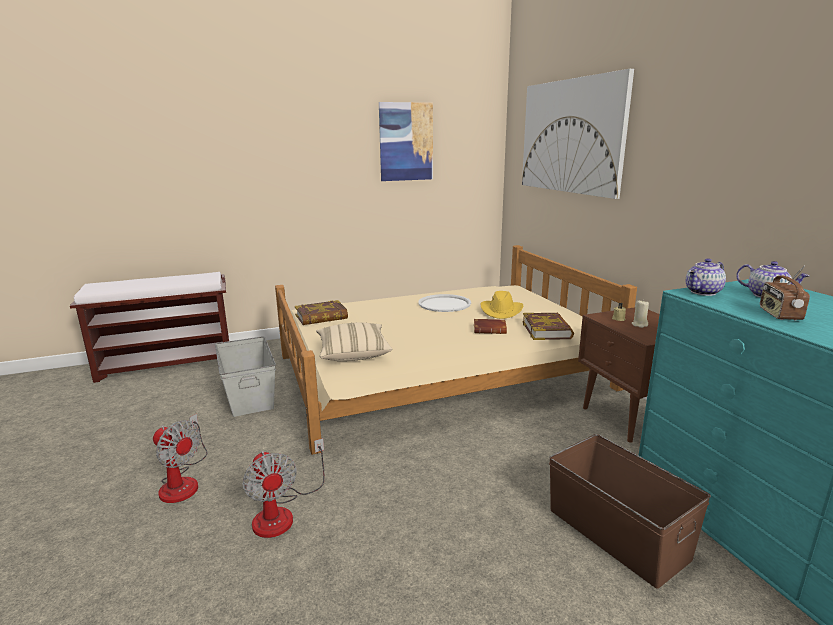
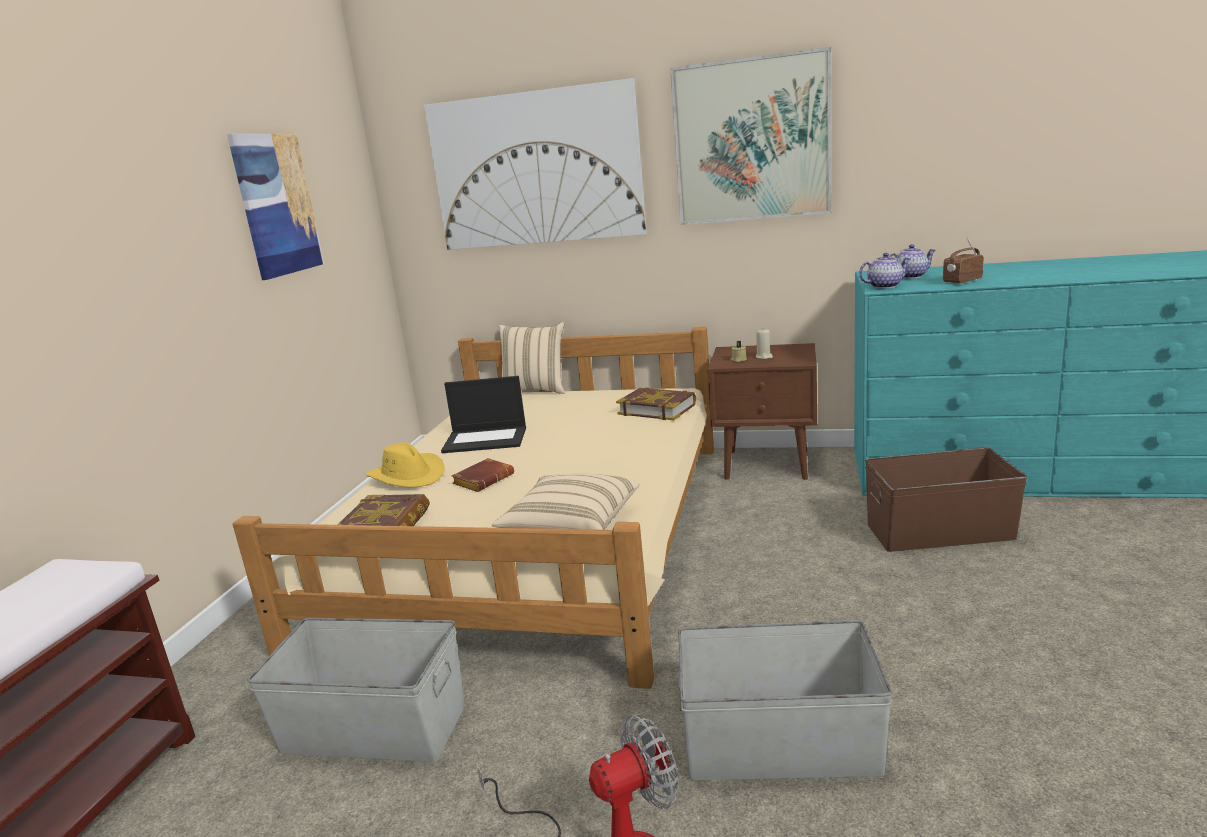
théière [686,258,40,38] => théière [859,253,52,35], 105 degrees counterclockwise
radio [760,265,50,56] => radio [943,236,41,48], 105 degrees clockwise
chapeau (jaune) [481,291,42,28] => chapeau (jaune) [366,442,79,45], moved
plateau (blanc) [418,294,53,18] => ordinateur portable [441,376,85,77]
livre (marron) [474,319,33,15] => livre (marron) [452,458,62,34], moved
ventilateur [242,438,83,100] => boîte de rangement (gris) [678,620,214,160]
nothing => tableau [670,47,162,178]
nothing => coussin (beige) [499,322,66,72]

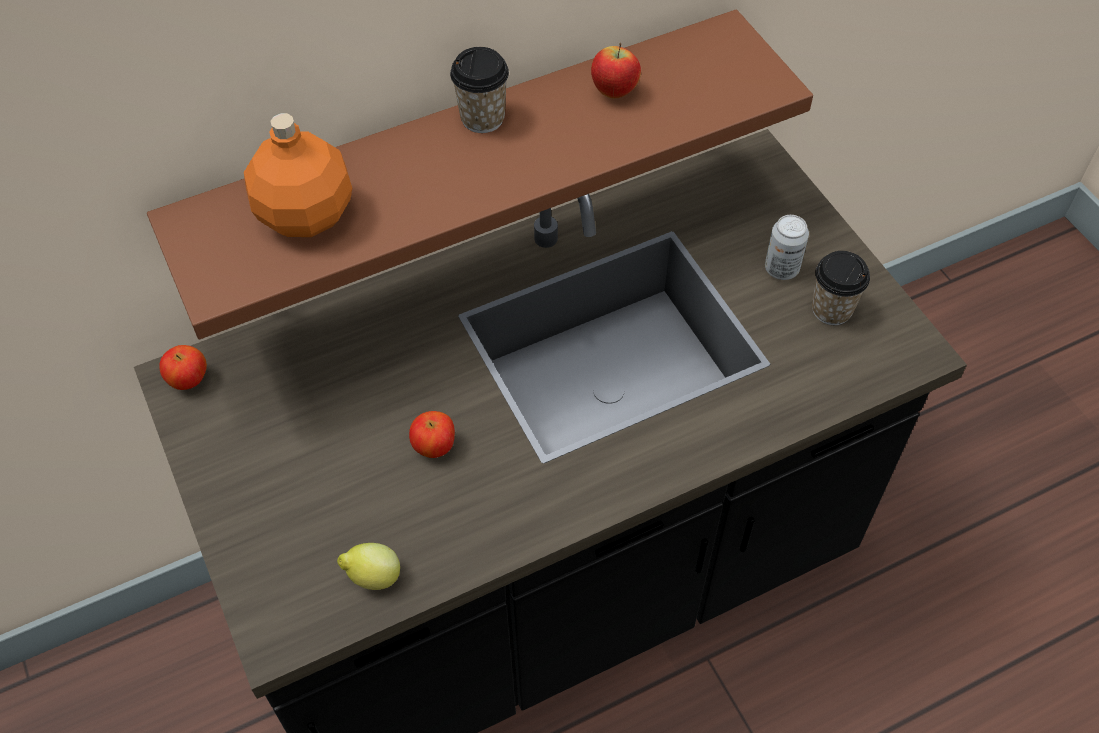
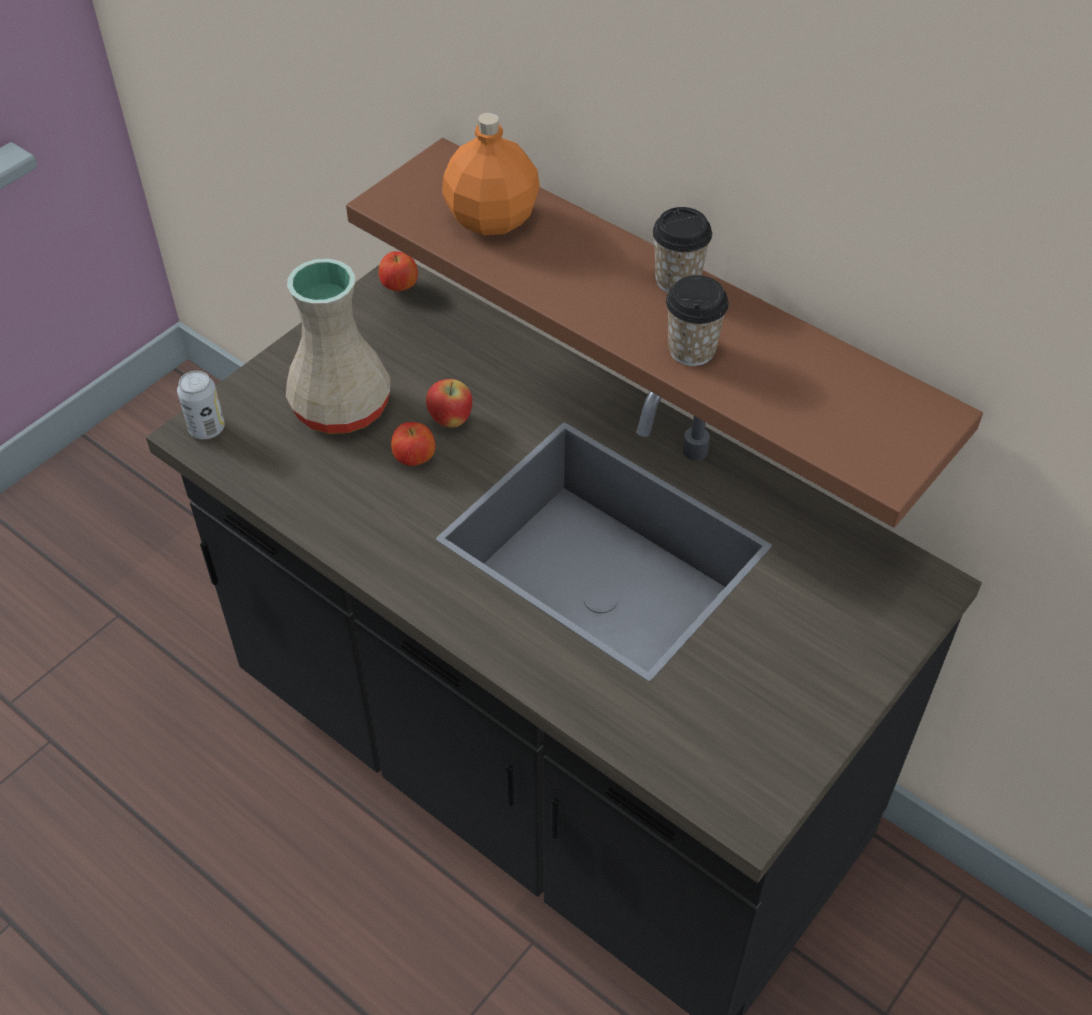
pomme [591,43,50,55] => pomme [426,379,46,49], moved
boîte métallique [765,215,44,65] => boîte métallique [177,371,48,68], moved
tasse [812,251,58,74] => tasse [666,275,63,91], moved
citron [337,543,63,47] => nothing
nothing => vase (beige) [286,259,104,175]

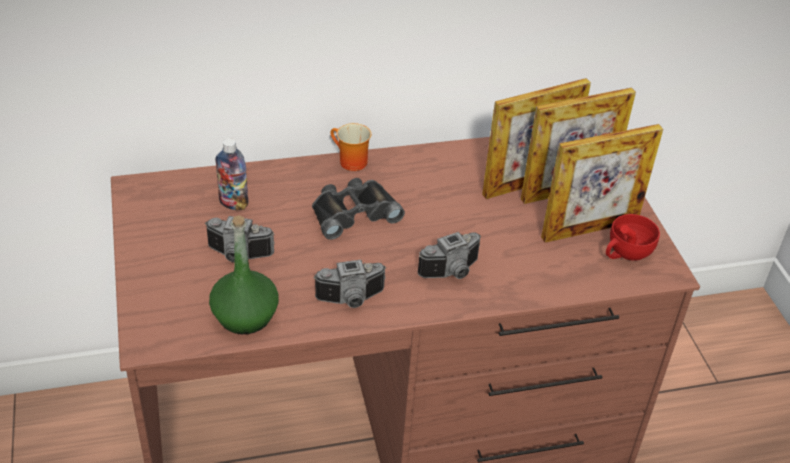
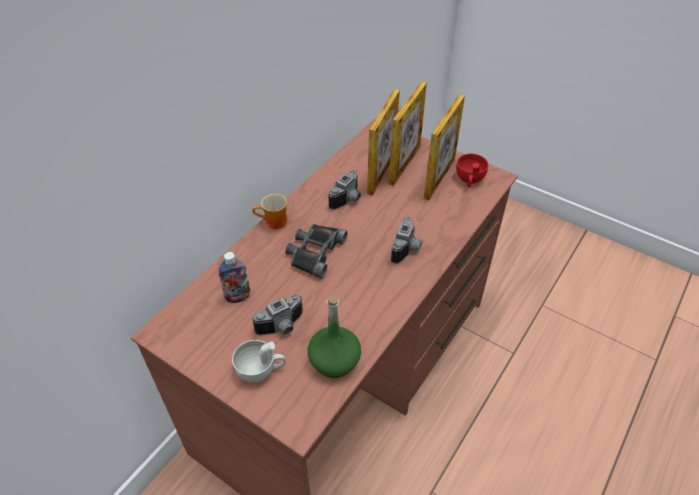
appareil photo [314,260,72,48] => appareil photo [328,170,33,40], moved
nothing => tasse (blanc) [232,340,54,42]

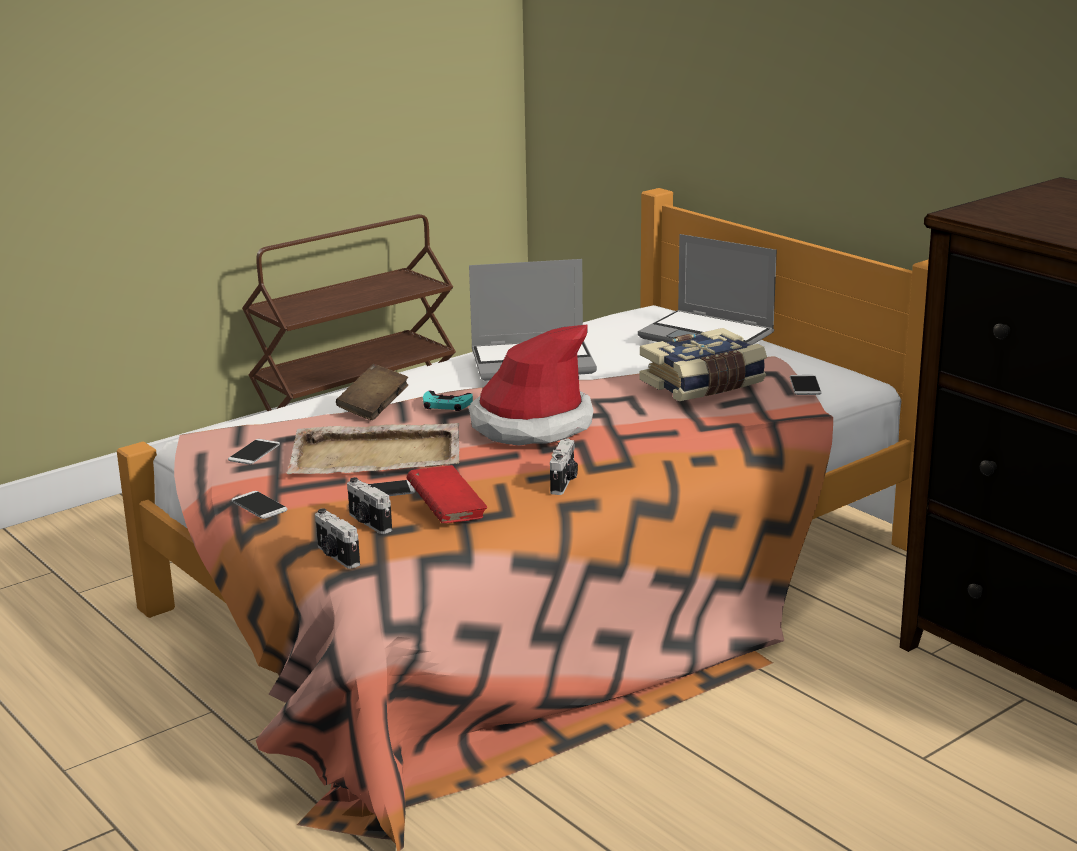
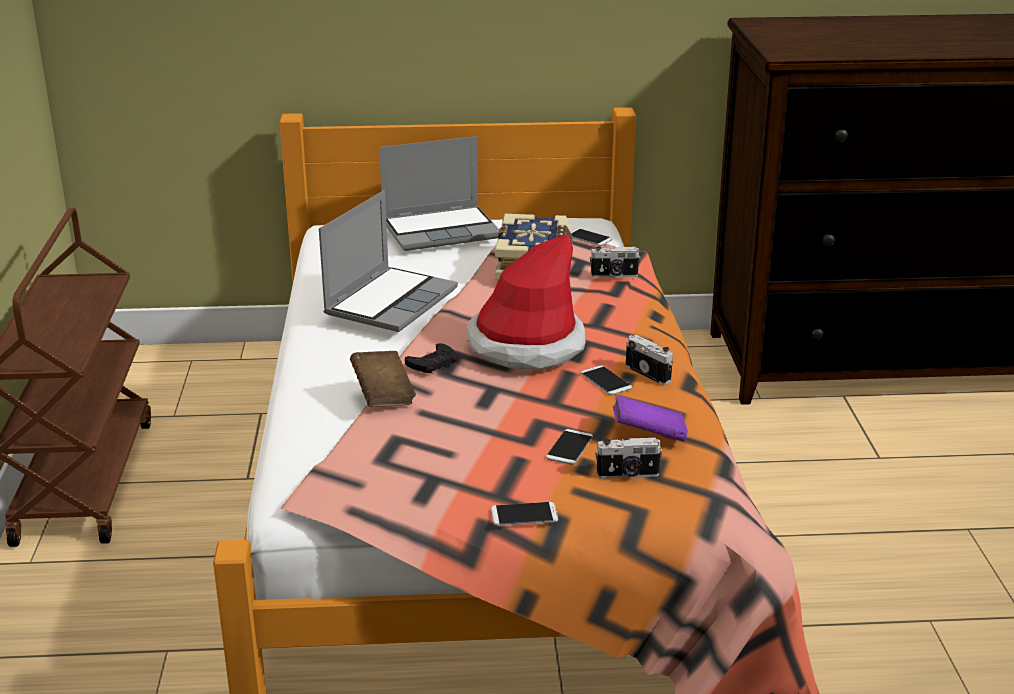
manette (turquoise) [423,391,50,20] => manette (noir) [405,343,53,30]
plateau (beige) [286,423,174,51] => nothing
téléphone [228,439,52,25] => téléphone [581,365,51,30], moved
livre (rouge) [407,465,80,58] => livre (violet) [613,395,75,47]
appareil photo [315,508,45,61] => appareil photo [590,246,51,31], moved

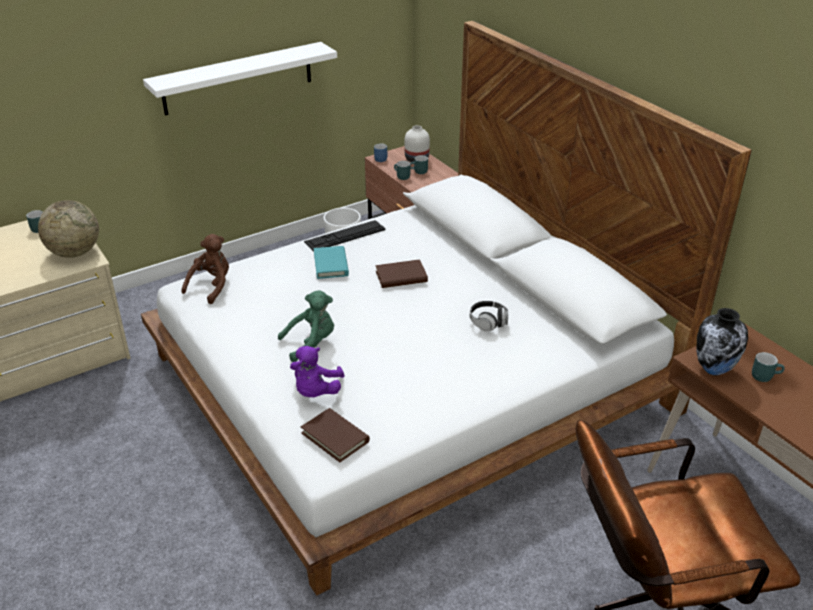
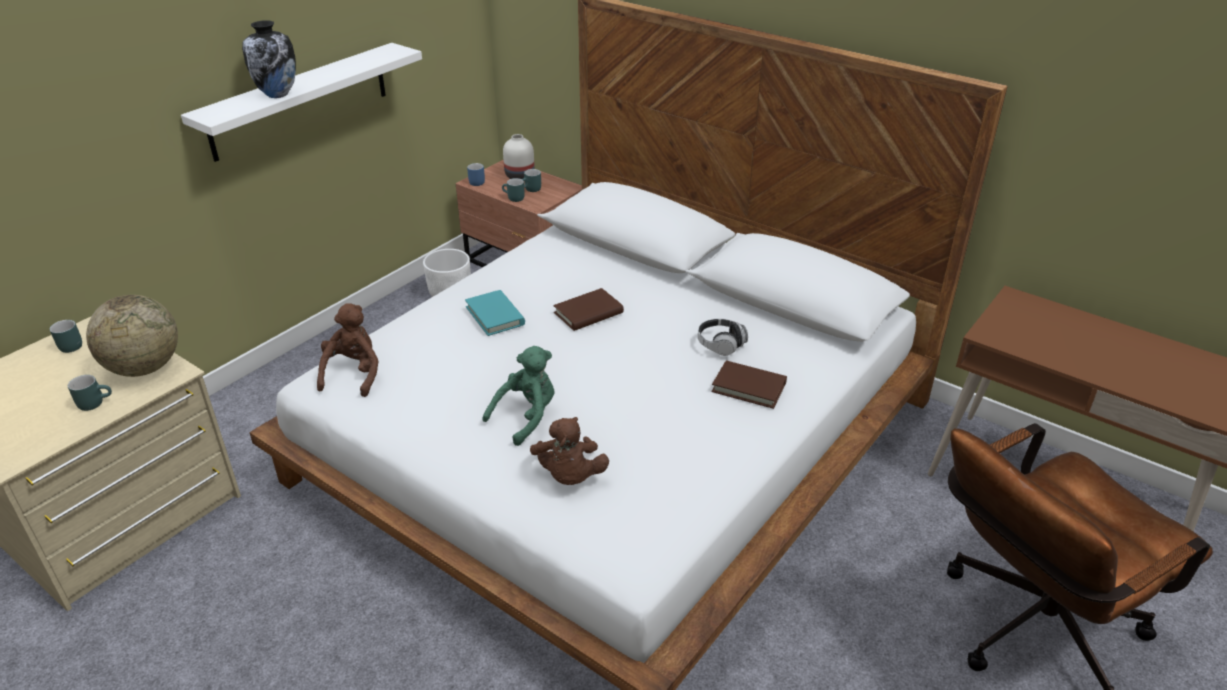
clavier [304,220,82,32] => nothing
vase [697,308,51,68] => vase [242,20,54,78], moved
peluche (violet) [290,346,55,51] => peluche (marron) [530,417,79,68]
mug (turquoise) [752,352,33,30] => mug (turquoise) [68,375,44,36], moved
livre (marron) [301,408,69,54] => livre (marron) [711,361,76,48], moved

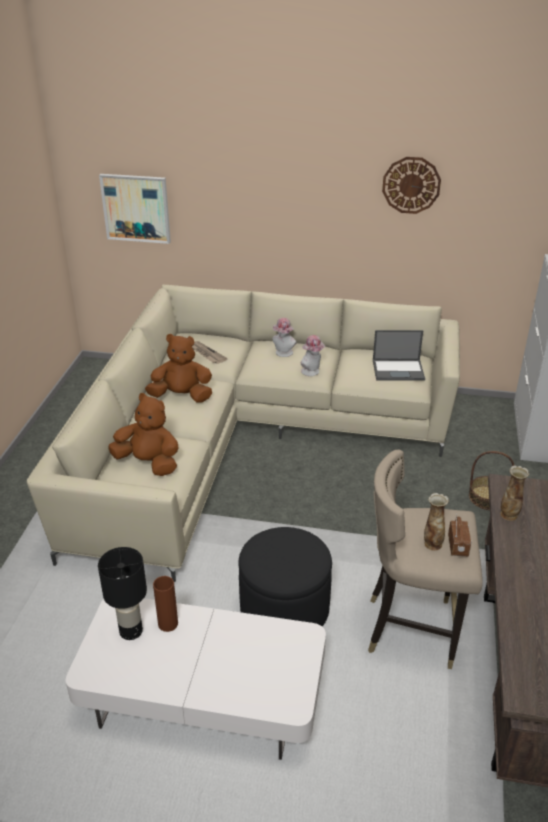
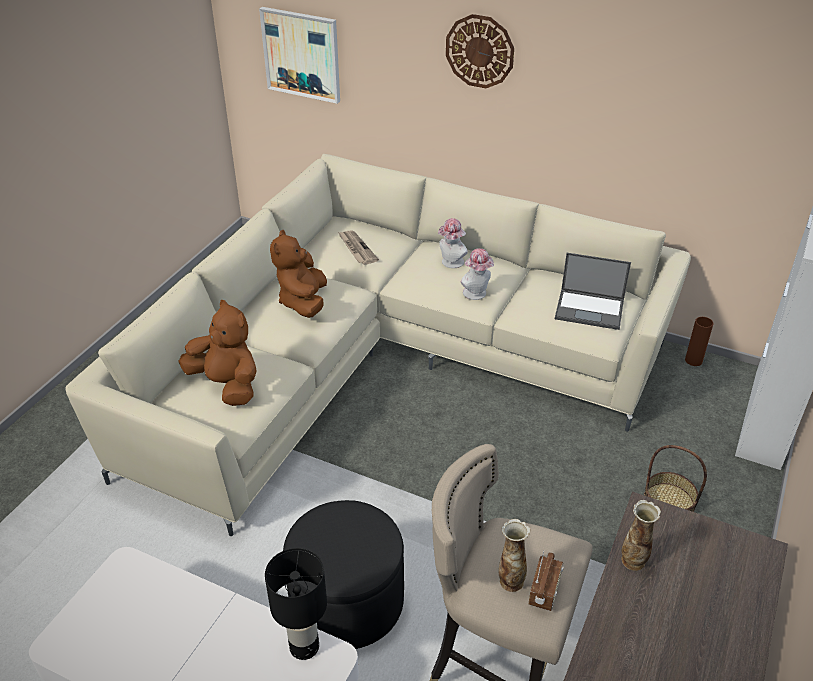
horloge murale [382,157,59,57] => horloge murale [446,14,68,74], moved
peluche (marron) [145,334,67,68] => peluche (marron) [270,230,57,88], 105 degrees counterclockwise
lampe de table (noir) [98,547,49,93] => lampe de table (noir) [265,548,62,112], moved
vase (marron) [153,576,25,56] => vase (marron) [685,317,28,49], moved

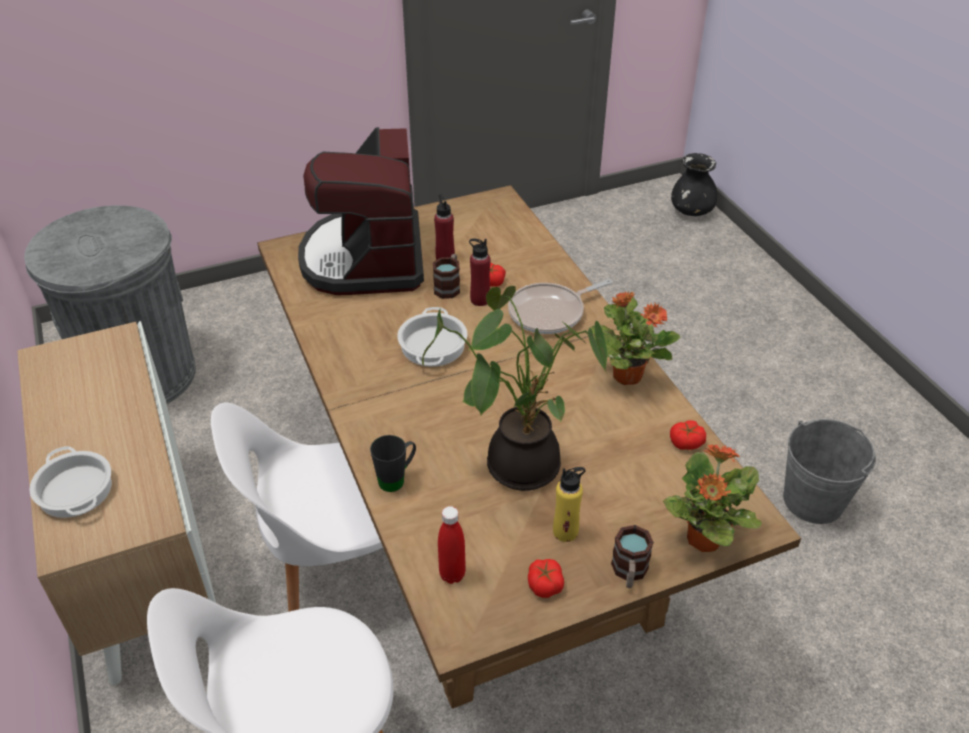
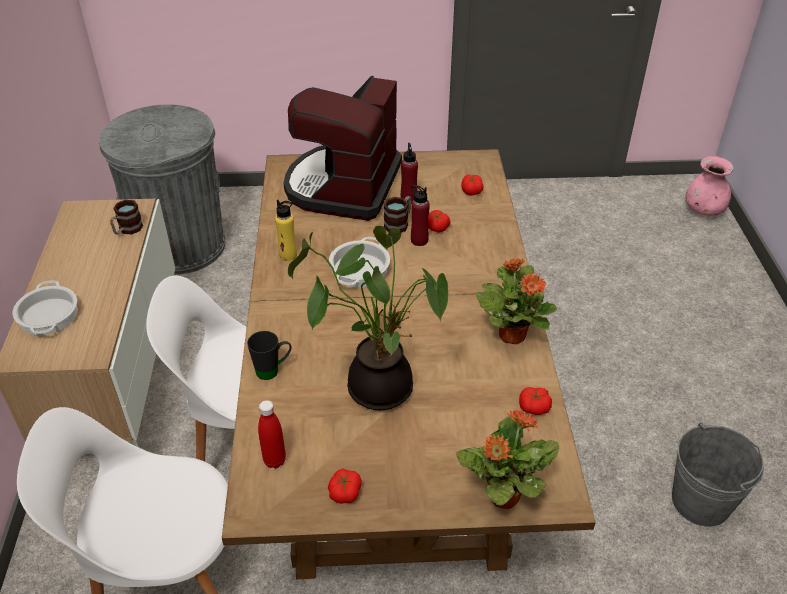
vase (noir) [671,153,46,63] => vase (rose) [685,156,49,60]
poêle [508,279,104,55] => nothing
bouteille (jaune) [553,467,33,75] => bouteille (jaune) [275,200,22,61], moved
mug [611,525,43,63] => mug [110,200,33,35], moved
nothing => tomate [461,174,22,21]

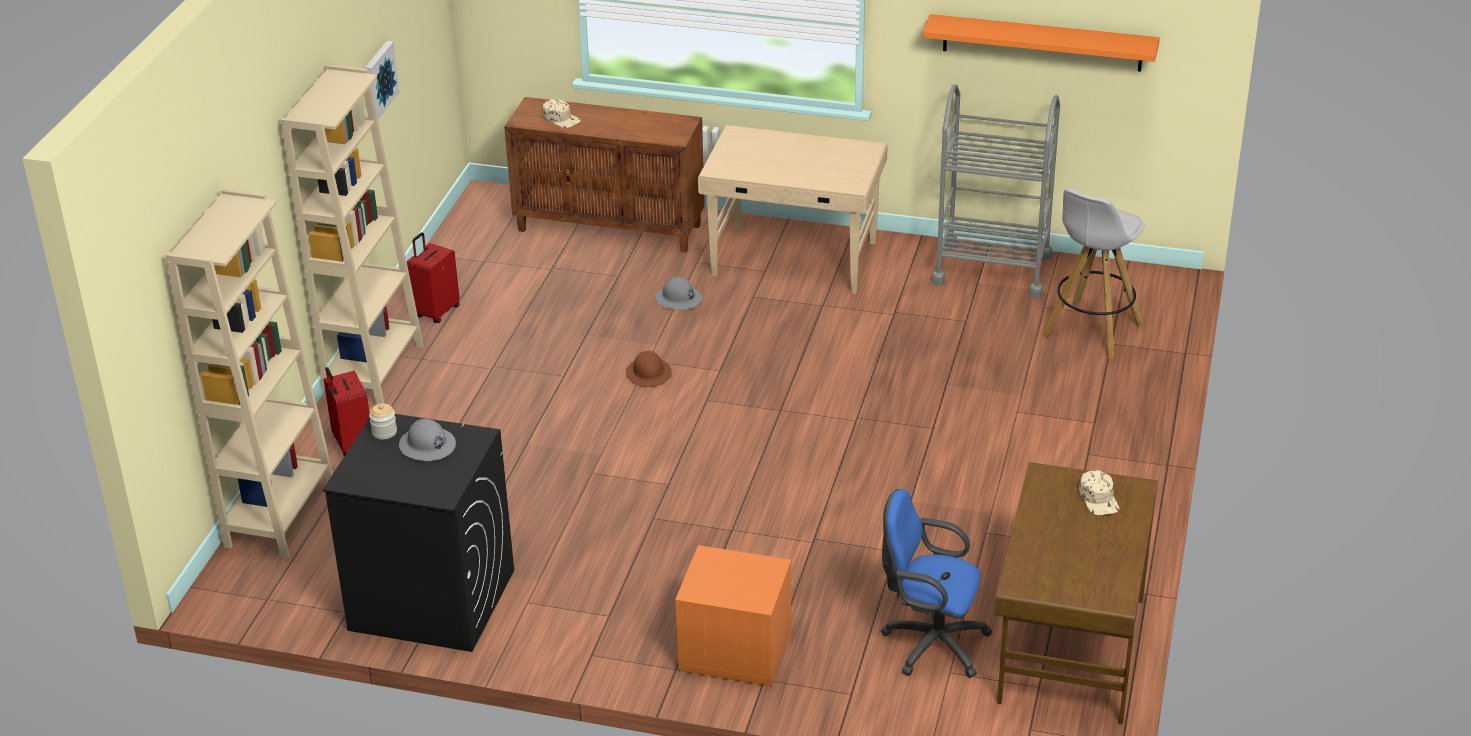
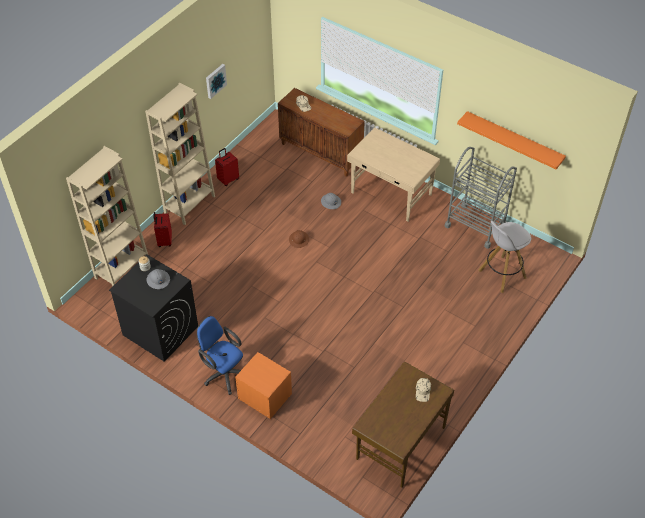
chaise de bureau (bleu) [881,489,112,189] => chaise de bureau (bleu) [197,316,46,79], moved

